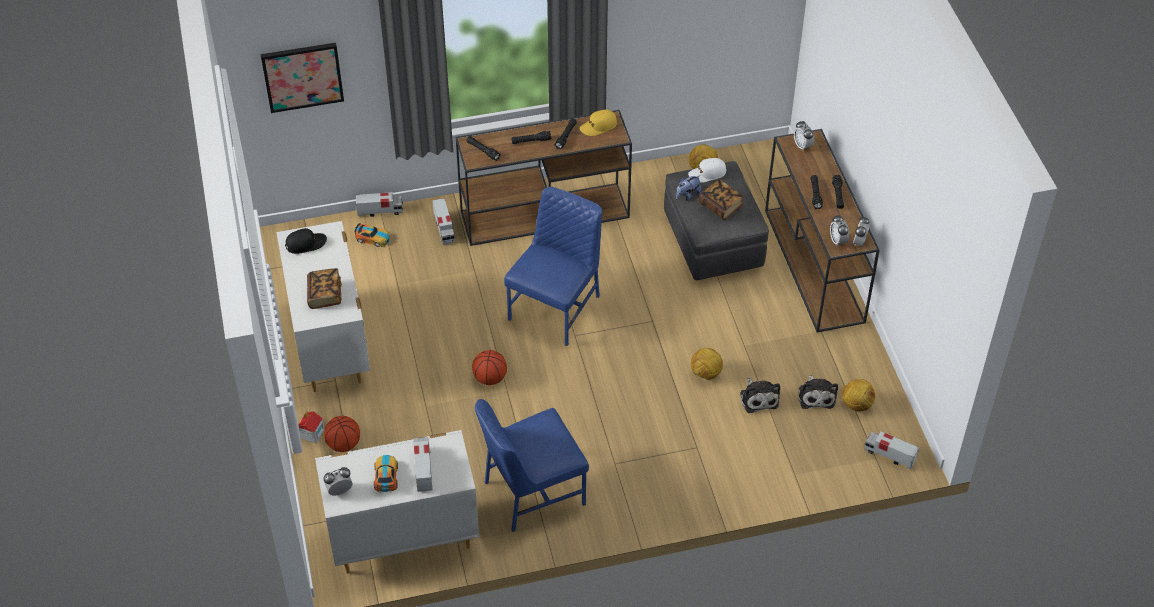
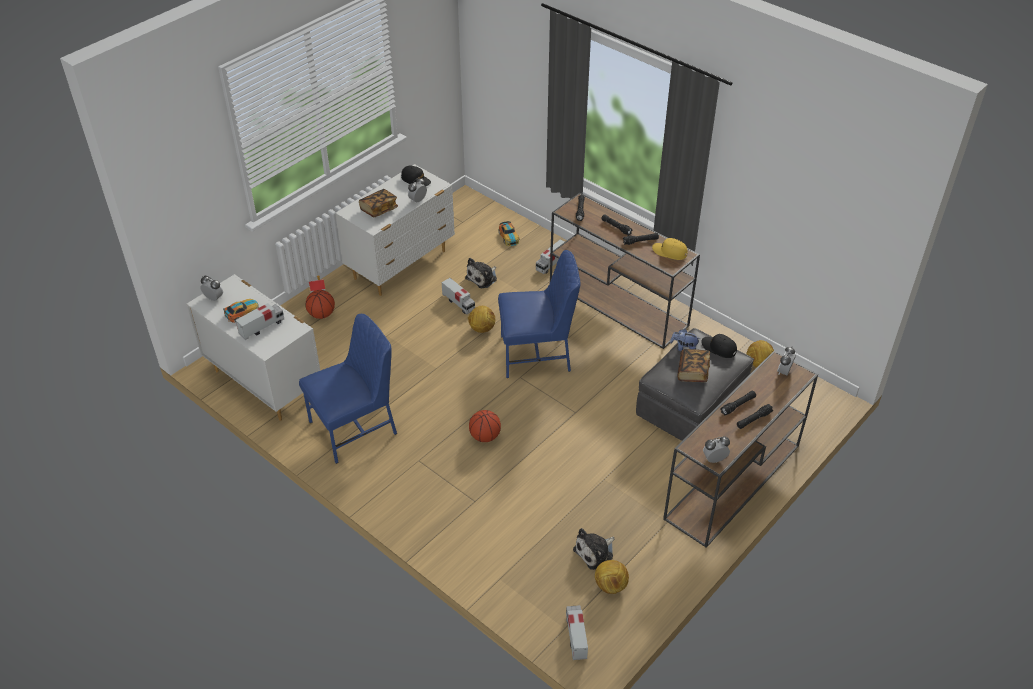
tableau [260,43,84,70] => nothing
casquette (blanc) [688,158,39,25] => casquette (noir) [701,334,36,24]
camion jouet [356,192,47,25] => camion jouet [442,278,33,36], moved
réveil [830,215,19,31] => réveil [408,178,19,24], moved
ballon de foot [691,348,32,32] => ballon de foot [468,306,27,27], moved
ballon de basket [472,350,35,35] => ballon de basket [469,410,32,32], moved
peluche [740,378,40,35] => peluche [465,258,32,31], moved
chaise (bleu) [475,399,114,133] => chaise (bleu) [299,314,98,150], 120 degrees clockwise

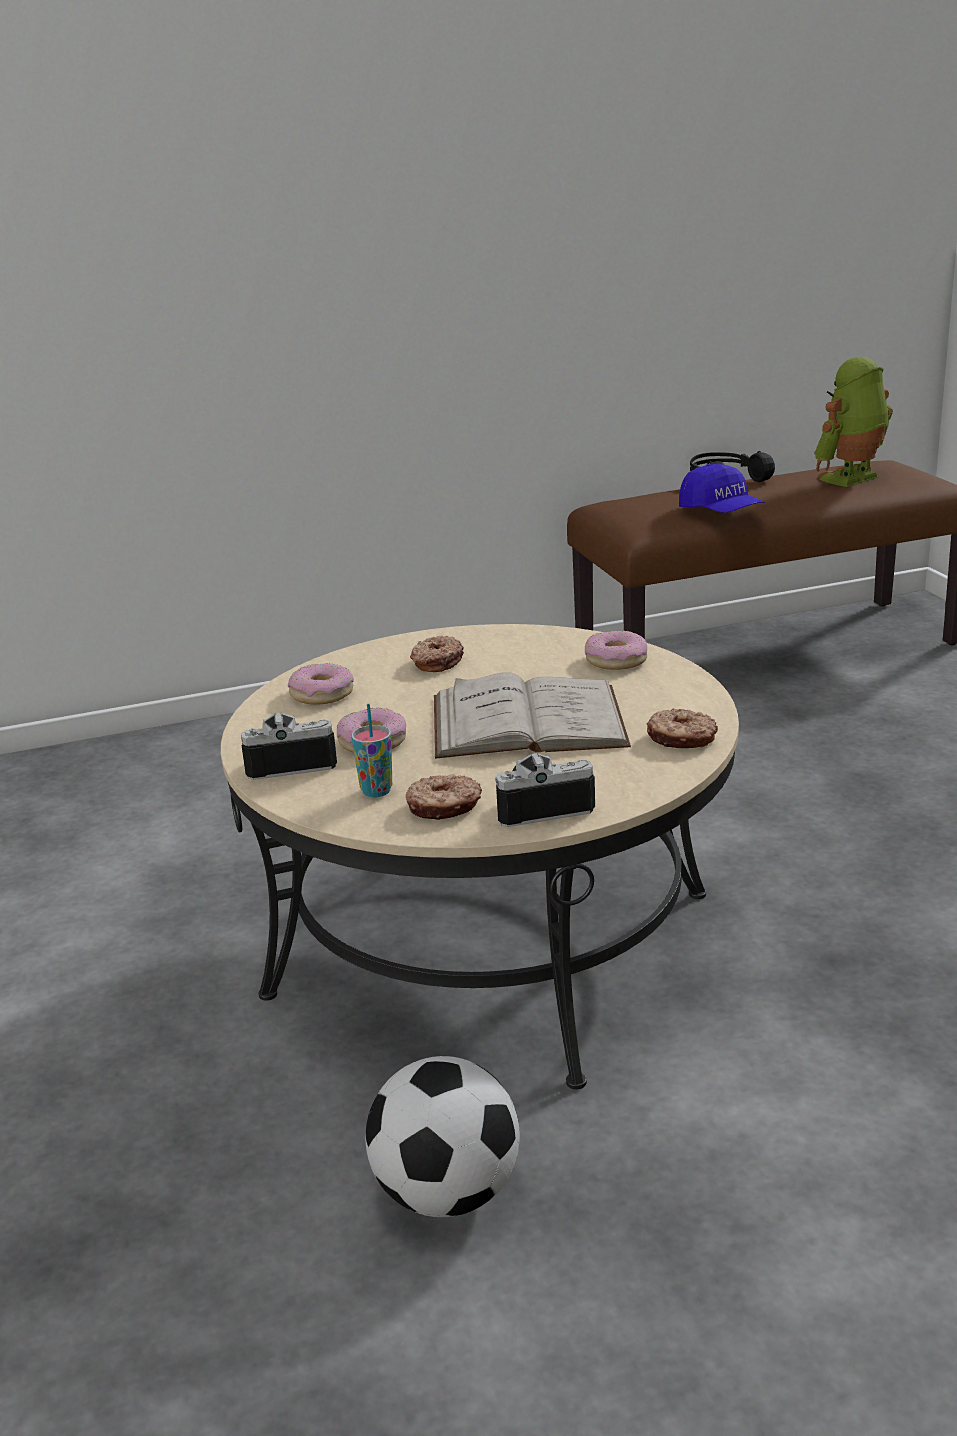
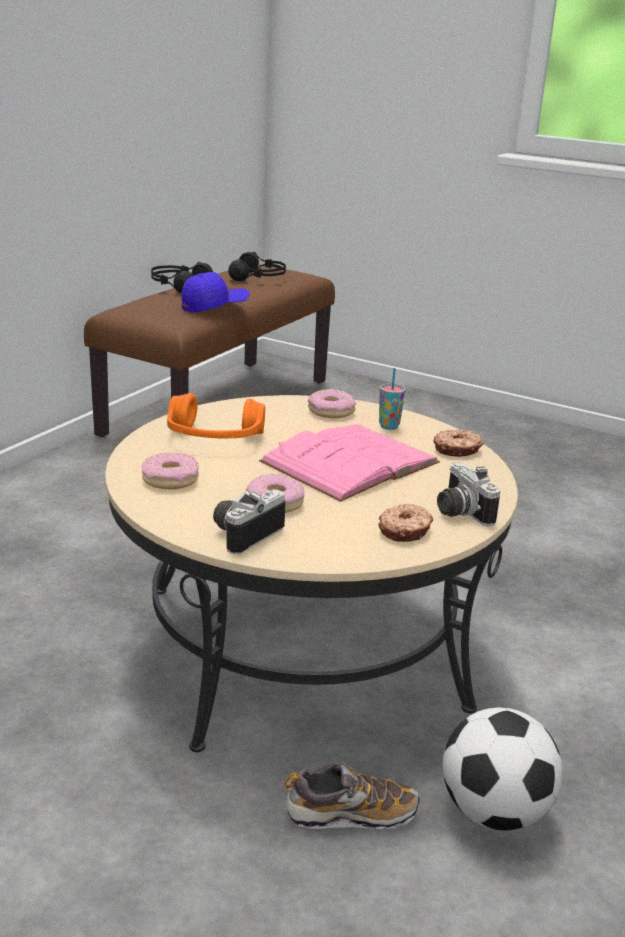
robot jouet [814,357,79,130] => casque audio (noir) [228,252,58,30]
casquette (bleu) [679,464,86,49] => casquette (bleu) [181,272,68,41], 45 degrees counterclockwise
beignet [410,636,54,36] => casque audio (orange) [167,393,98,46]
livre (blanc) [434,672,197,87] => livre (rose) [259,424,181,78]
tasse [351,704,41,93] => tasse [379,368,26,62], moved
appareil photo [496,753,99,74] => appareil photo [437,463,64,63], 60 degrees counterclockwise
nothing => chaussure [285,762,135,67]

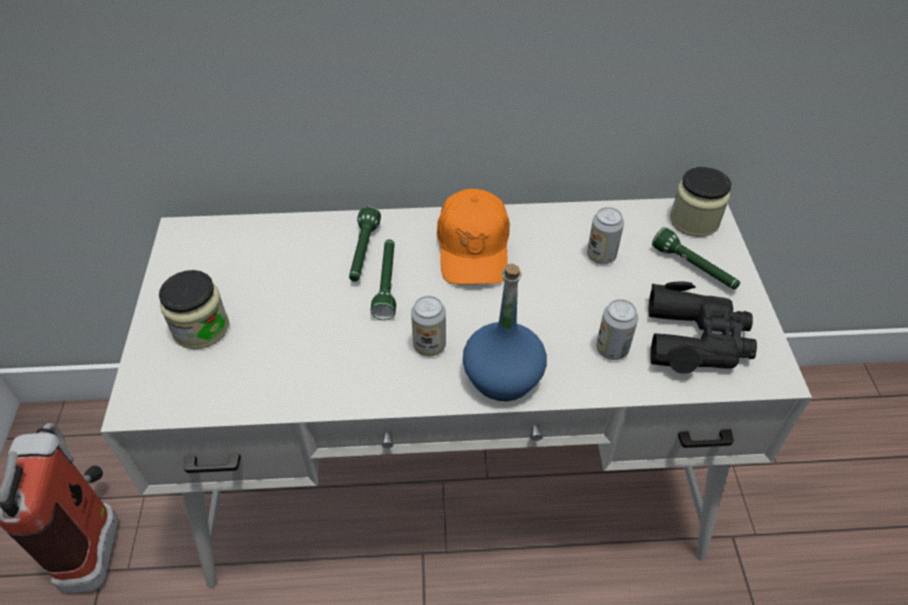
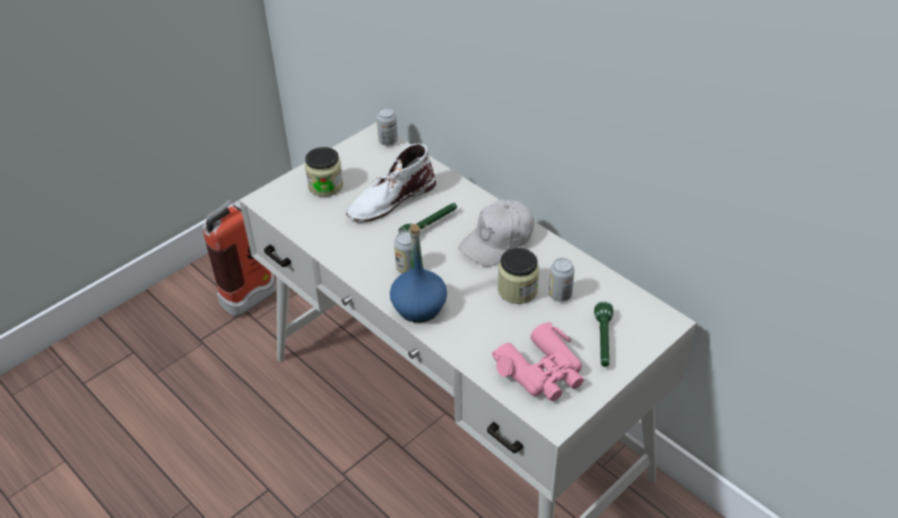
bocal [670,167,61,70] => bocal [498,248,41,56], moved
casquette (orange) [437,189,73,96] => casquette (blanc) [459,199,75,68]
lampe de poche (vert) [349,206,32,76] => nothing
jumelles (noir) [649,281,108,93] => jumelles (rose) [492,322,92,79]
boîte métallique [596,299,42,61] => boîte métallique [376,107,22,39], moved
nothing => botte (blanc) [346,143,90,80]

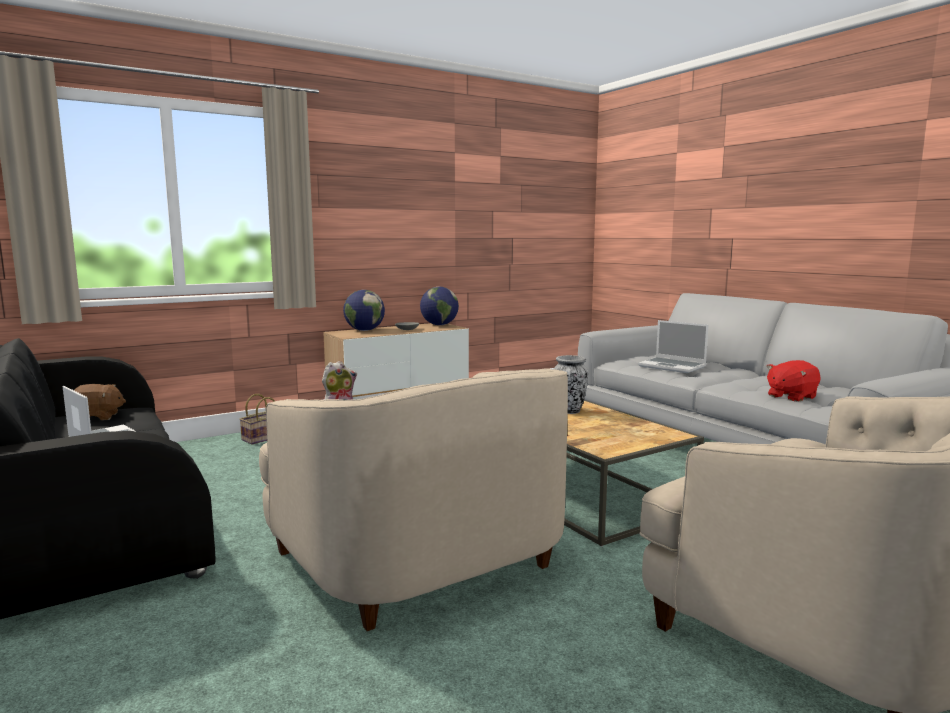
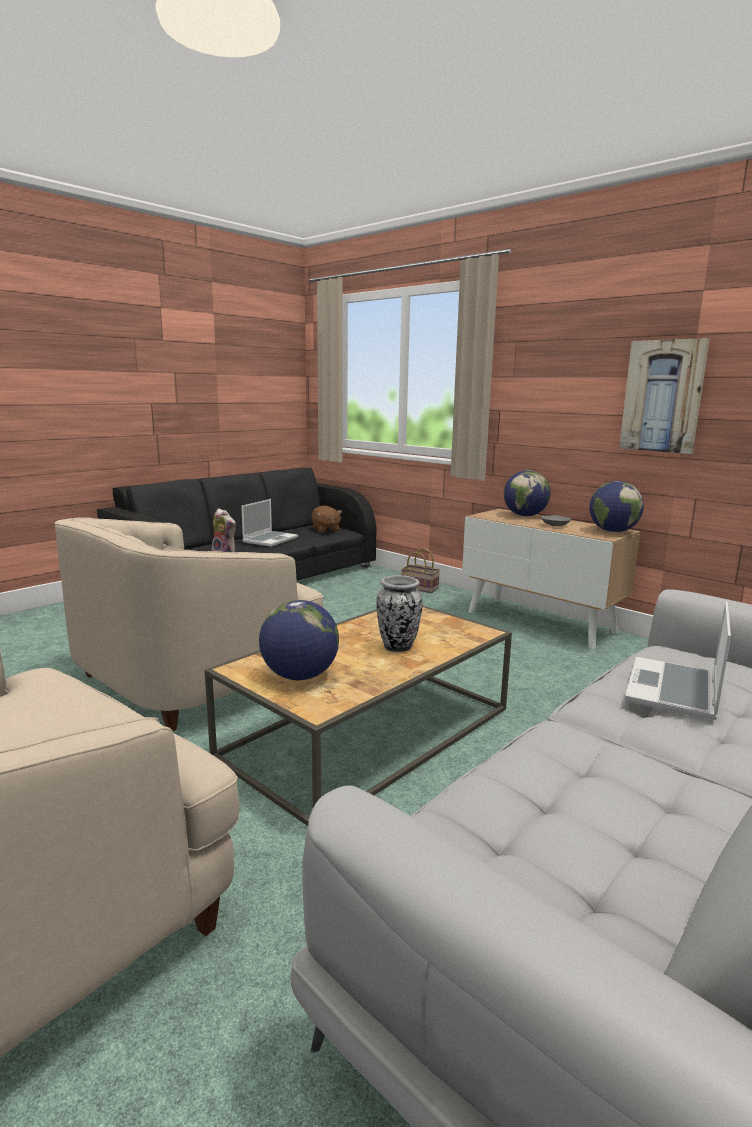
peluche (rouge) [767,360,54,42] => nothing
nothing => tableau [619,338,91,116]
nothing => globe [259,600,80,80]

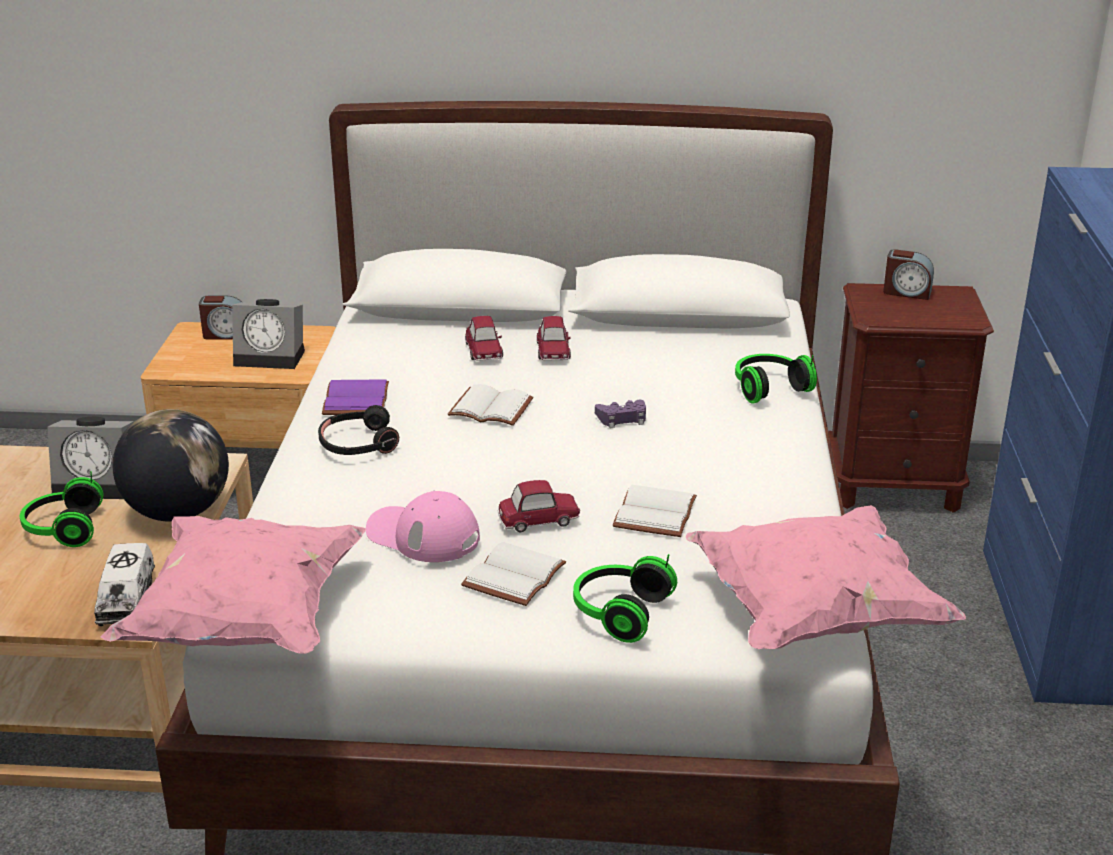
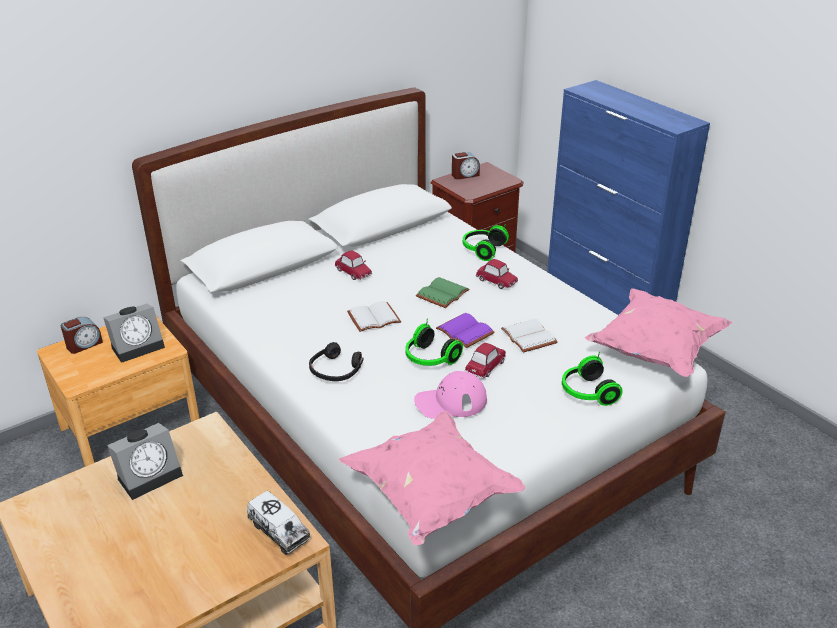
petite voiture [465,316,38,45] => petite voiture [476,259,42,30], moved
livre (violet) [322,379,67,36] => livre (violet) [436,313,59,35], moved
manette (violet) [595,400,51,28] => livre (vert) [416,277,54,31]
globe [112,409,117,113] => nothing
casque audio [20,471,84,76] => casque audio [405,318,58,48], moved
livre (blanc) [461,542,105,64] => nothing

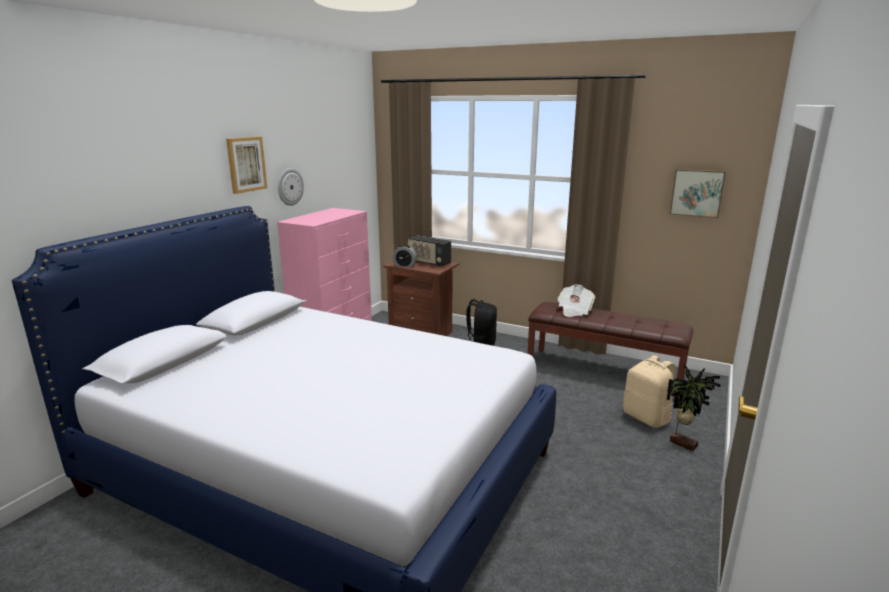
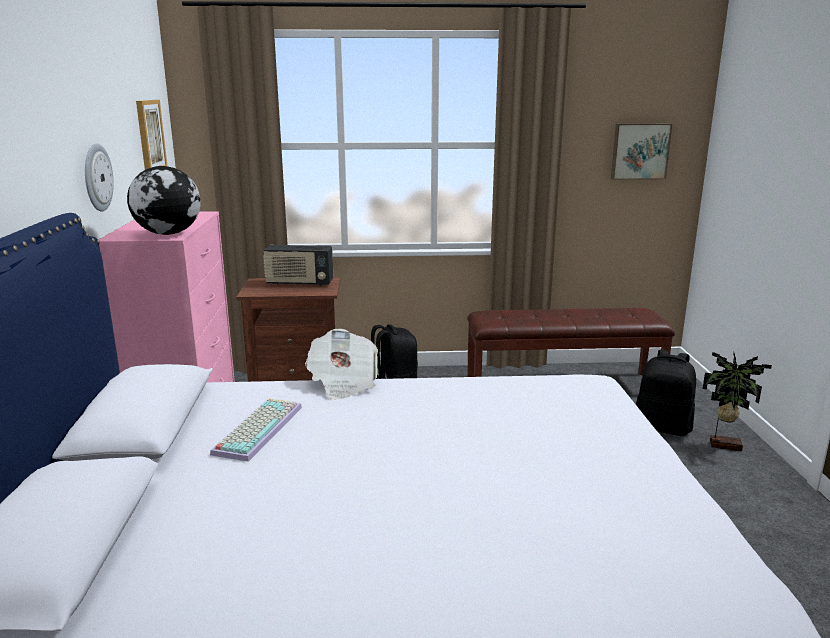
tableau [226,137,41,57] => tableau [136,100,32,70], moved
réveil [393,245,24,23] => nothing
journal [557,284,38,33] => journal [305,329,73,71], moved
sac à dos (beige) [623,355,52,73] => sac à dos (noir) [636,350,60,86]
nothing => globe [127,166,74,69]
nothing => clavier [210,398,92,64]

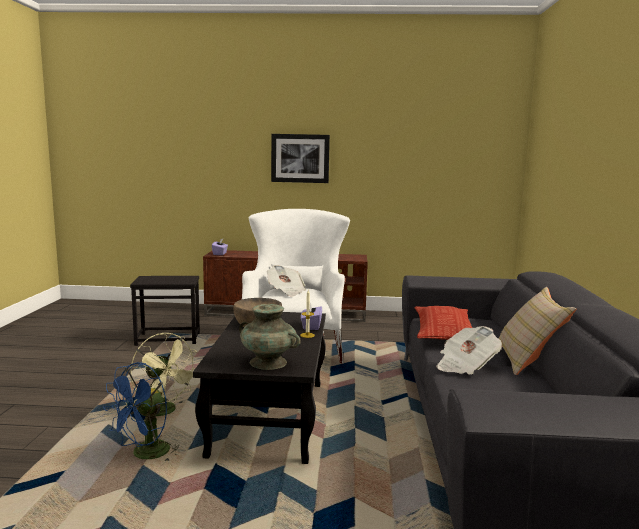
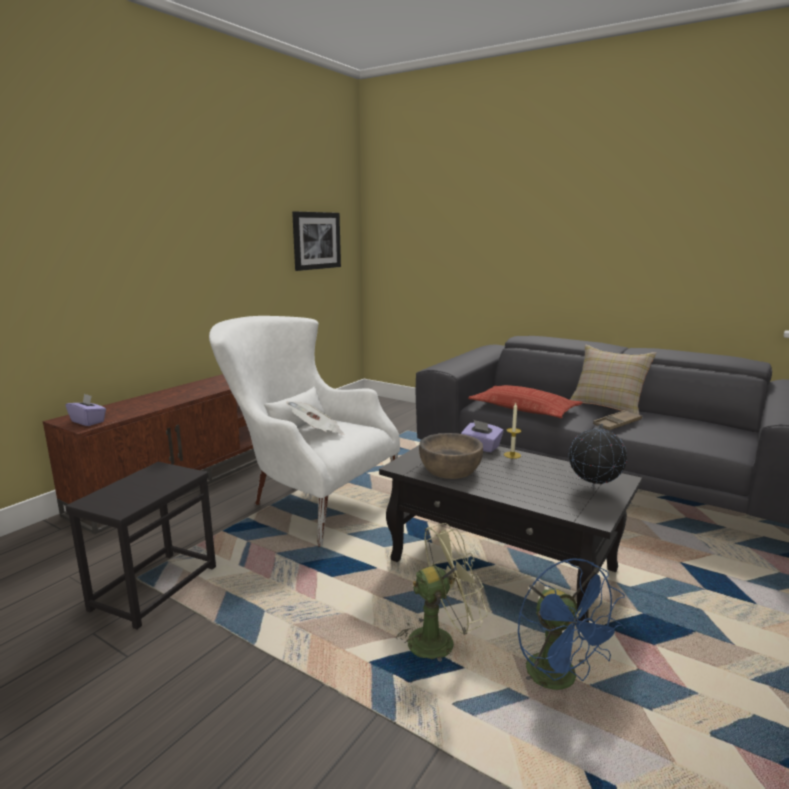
tableau [271,134,59,49] => tableau [292,211,49,60], moved
vase (turquoise) [239,304,62,66] => globe [569,423,58,66]
journal [436,326,66,49] => plateau (marron) [593,410,49,20]

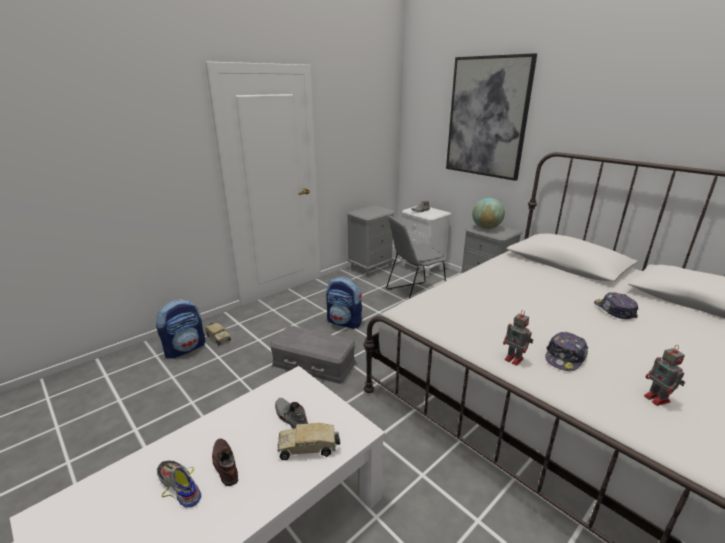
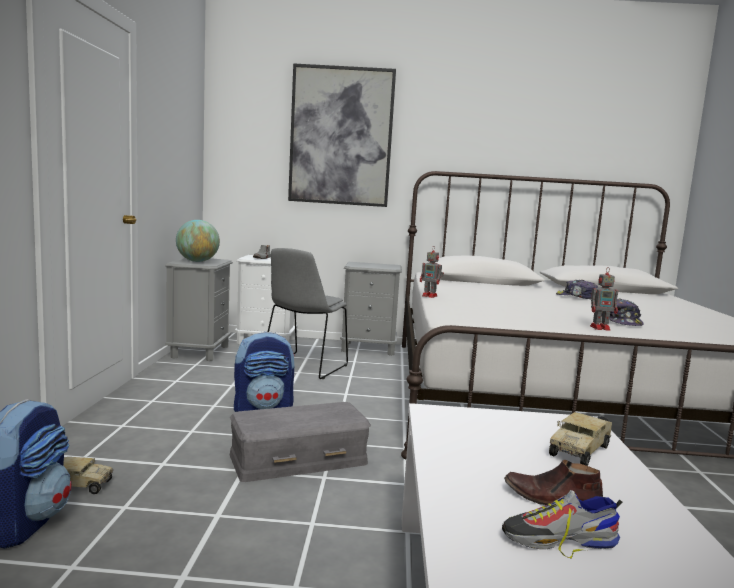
globe [472,198,33,31] => globe [176,220,44,42], moved
robot jouet [644,345,41,61] => robot jouet [420,247,24,51], moved
chaussure (gris) [275,398,33,31] => nothing

